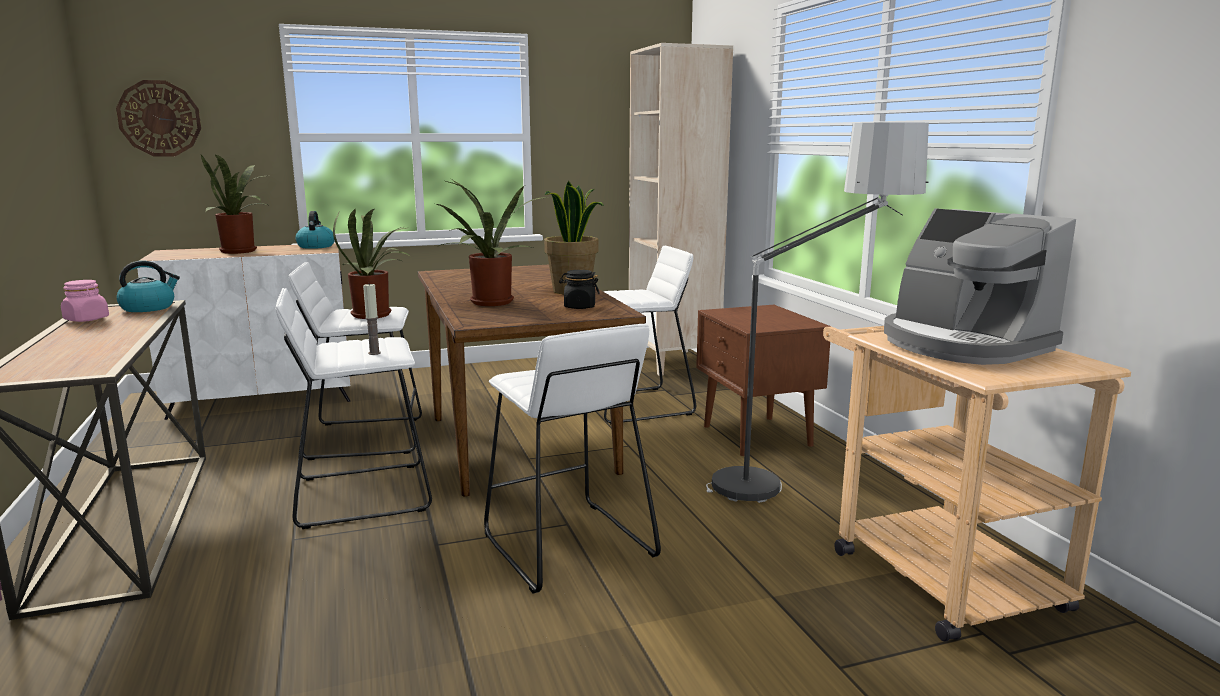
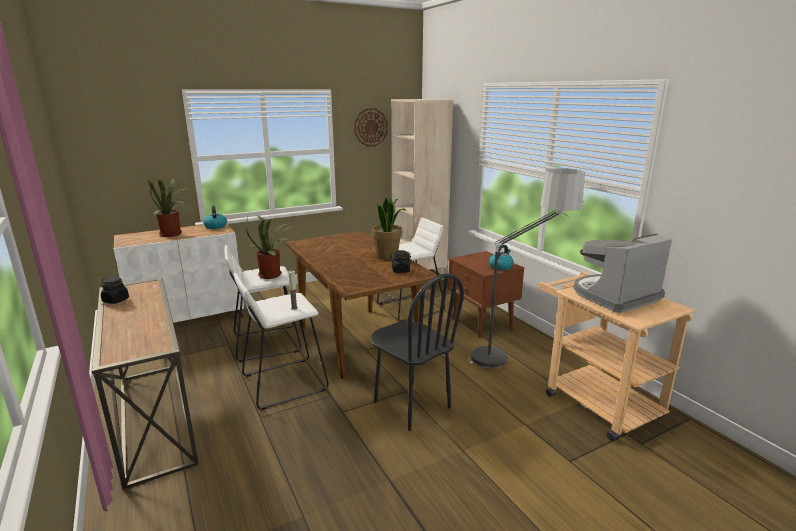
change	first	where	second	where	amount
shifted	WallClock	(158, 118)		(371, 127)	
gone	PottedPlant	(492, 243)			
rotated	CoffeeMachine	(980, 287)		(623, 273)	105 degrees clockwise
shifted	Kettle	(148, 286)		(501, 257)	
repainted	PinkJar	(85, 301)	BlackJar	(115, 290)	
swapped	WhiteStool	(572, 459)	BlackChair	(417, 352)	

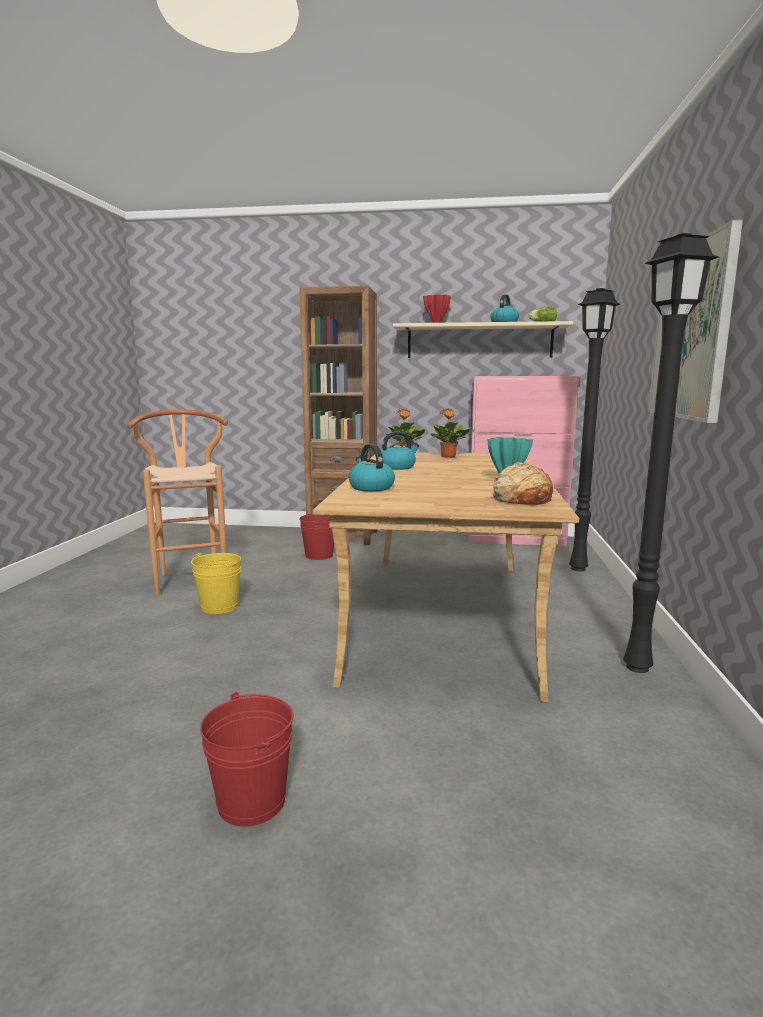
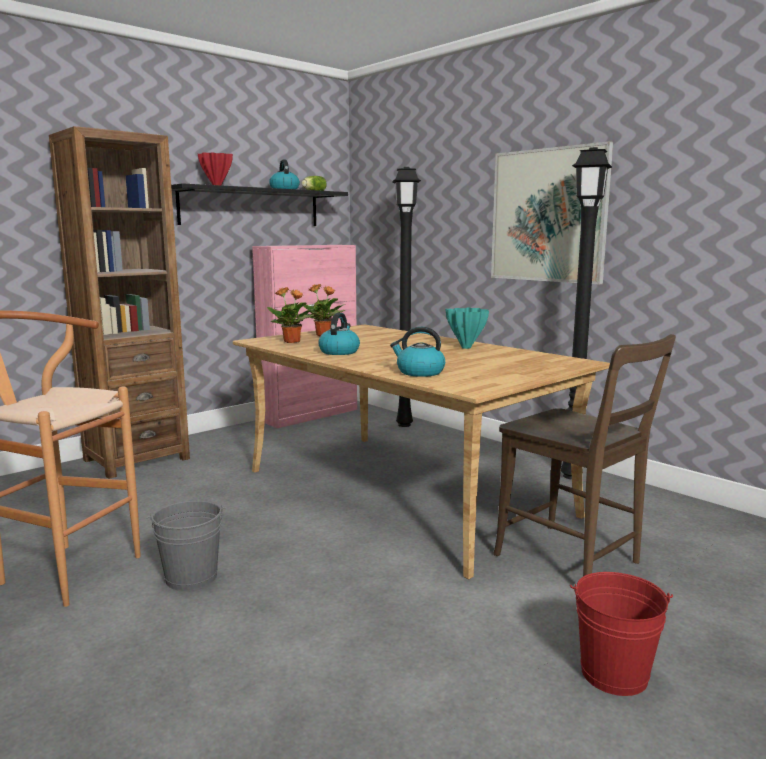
change	first	where	second	where	amount
repainted	BeigeShelf	(483, 339)	BlackShelf	(259, 204)	
gone	Bread	(523, 483)			
gone	RedBucket	(316, 537)			
repainted	YellowBucket	(216, 583)	GreyBucket	(186, 546)	
new			BrownChair	(584, 455)	

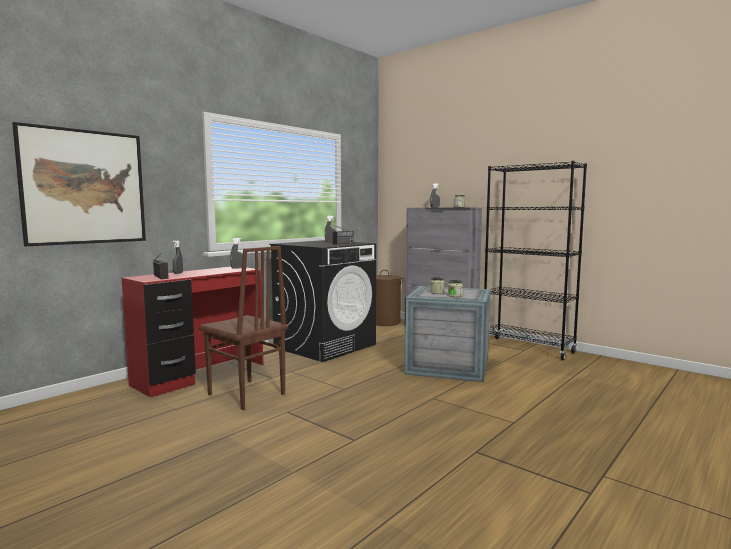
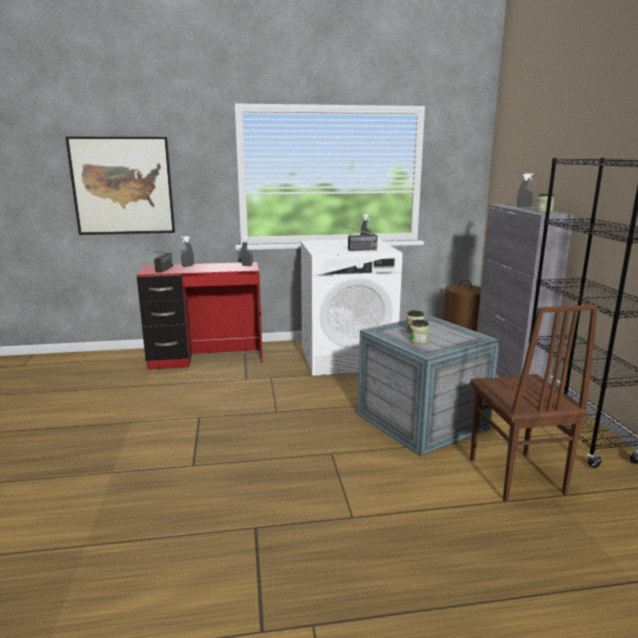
change	first	where	second	where	amount
repainted	BlackWashingMachine	(322, 301)	WhiteWashingMachine	(352, 307)	
shifted	BrownChair	(243, 328)		(534, 403)	

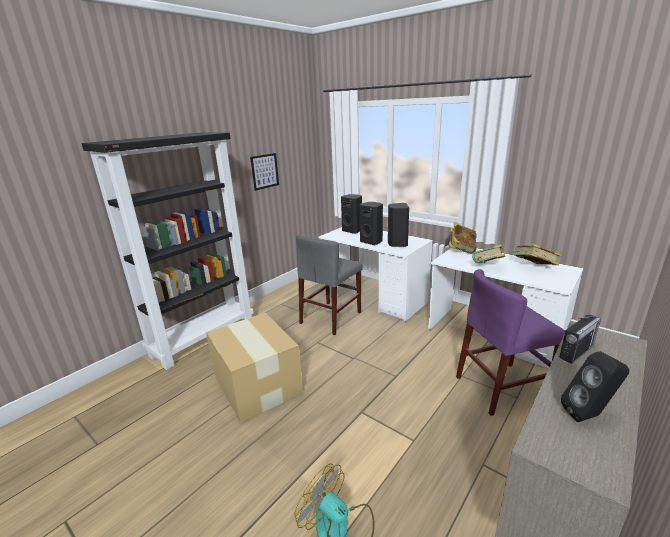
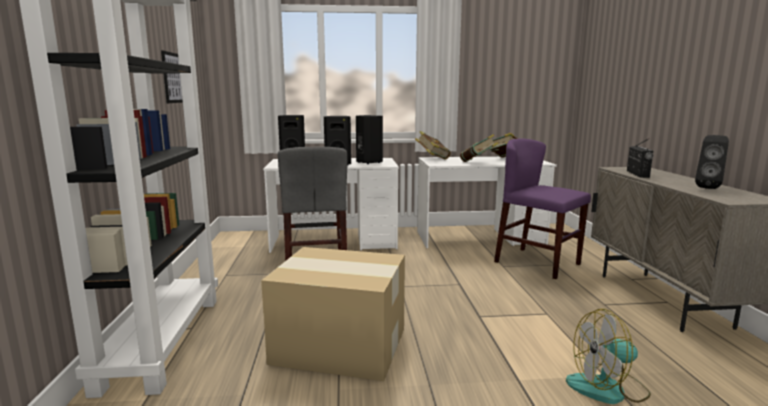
change	first	where	second	where	amount
rotated	PurpleChair	(510, 342)		(542, 209)	105 degrees clockwise

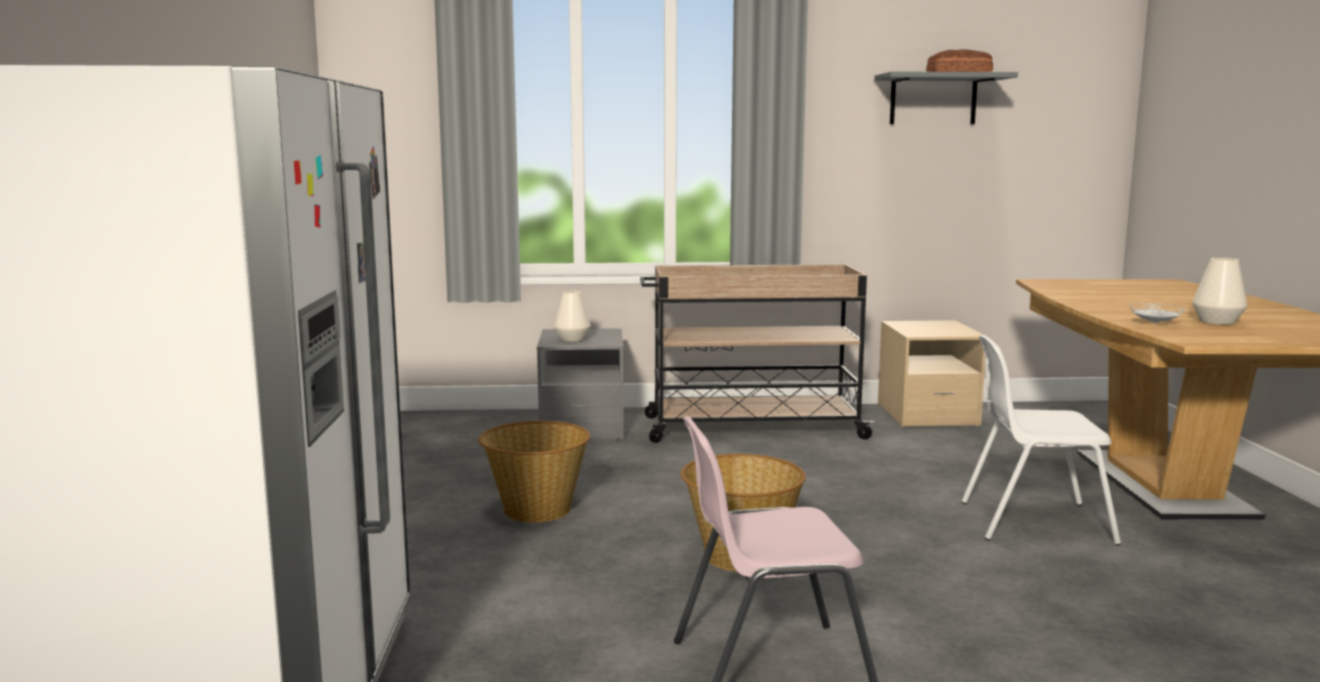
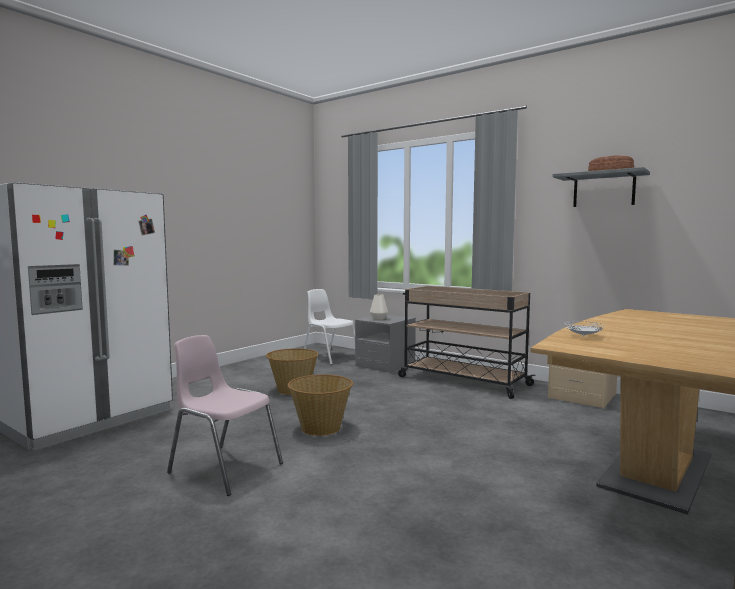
change	first	where	second	where	amount
gone	WhiteVase	(1219, 291)			
shifted	WhiteChair	(1041, 440)		(329, 327)	

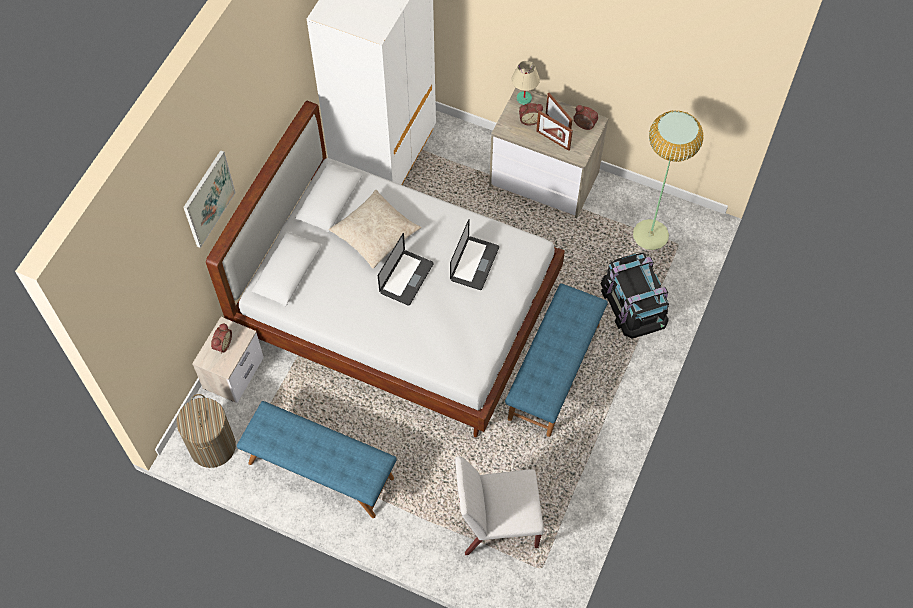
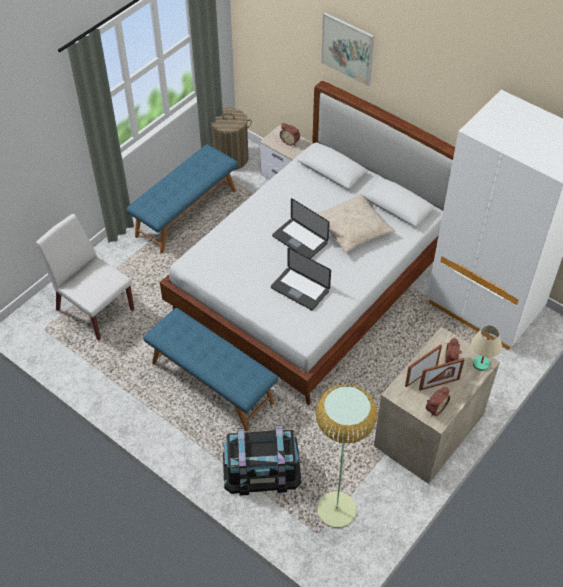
change	first	where	second	where	amount
rotated	WhiteChair	(499, 505)		(85, 277)	60 degrees counterclockwise

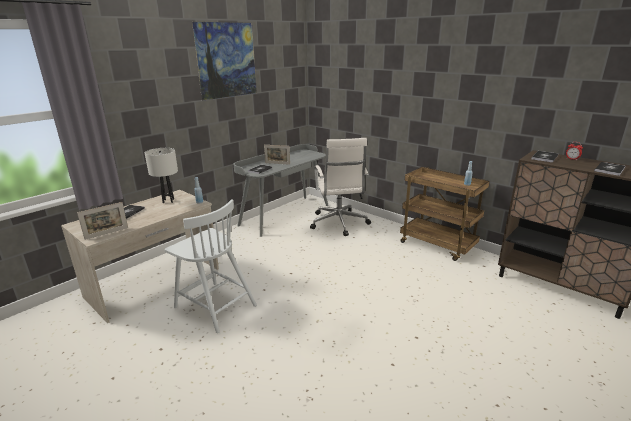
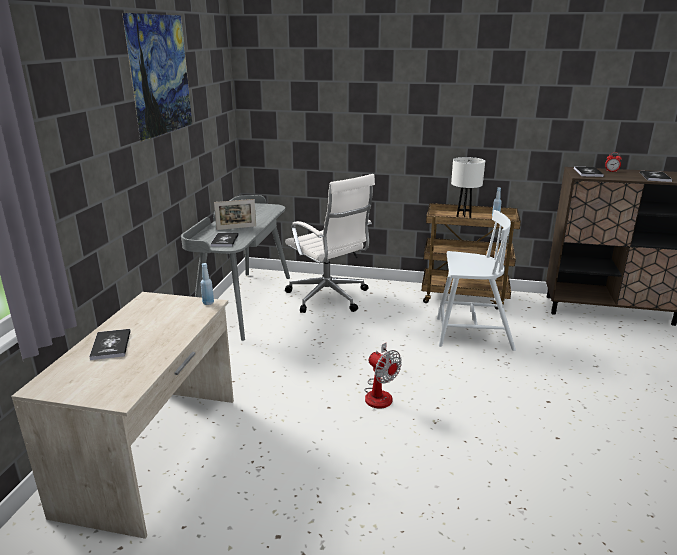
change	first	where	second	where	amount
shifted	WhiteTableLamp	(161, 175)		(468, 187)	
shifted	WhiteChair	(210, 266)		(476, 280)	
gone	PictureFrame	(102, 221)			
new			Fan	(383, 376)	

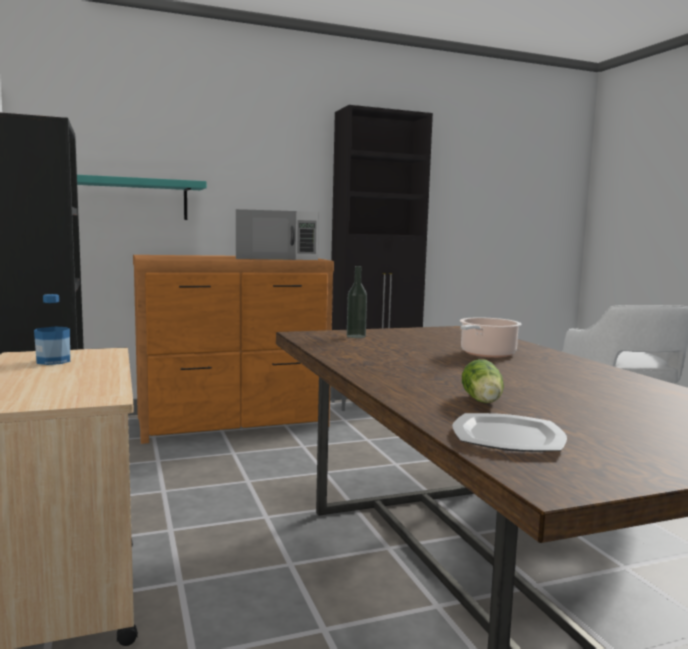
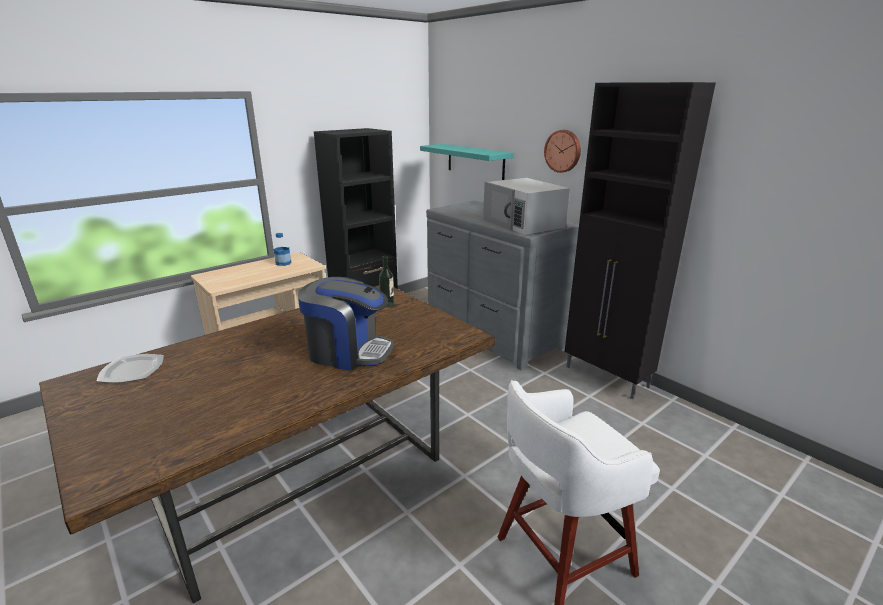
change	first	where	second	where	amount
repainted	BrownDresser	(233, 349)	GreyDresser	(502, 285)	
swapped	CookingPot	(491, 337)	CoffeeMachine	(346, 324)	
gone	Lettuce	(483, 381)			
new			WallClock	(562, 151)	

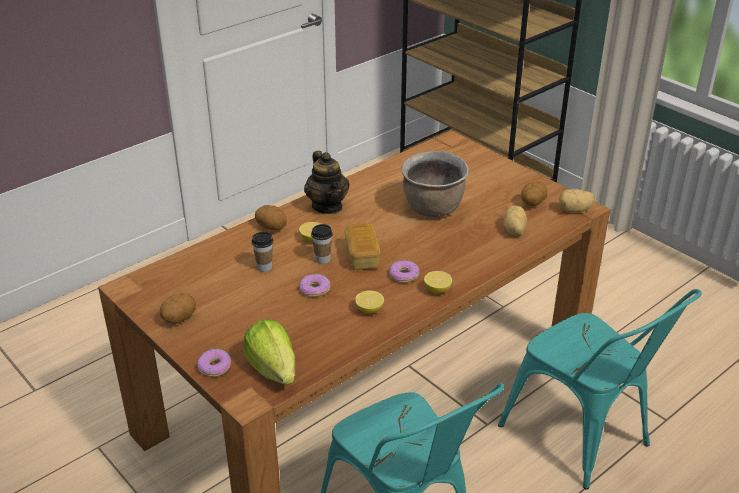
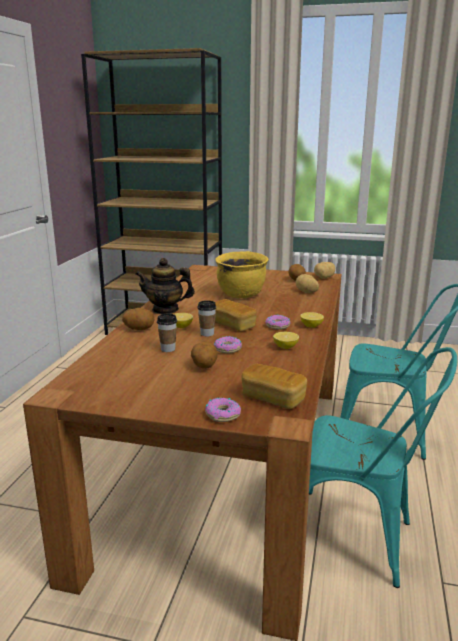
change	first	where	second	where	amount
rotated	Teapot	(326, 182)		(165, 286)	150 degrees clockwise
repainted	BrownCookingPot	(435, 184)	YellowCookingPot	(242, 274)	
shifted	Potato	(178, 308)		(204, 355)	
swapped	Lettuce	(269, 352)	Bread	(274, 386)	

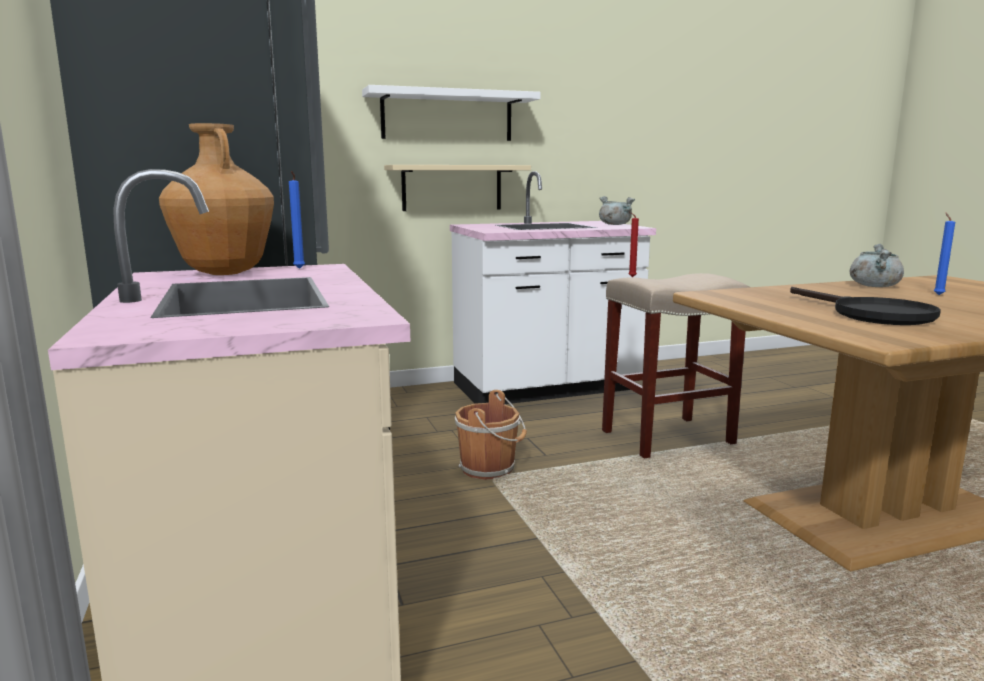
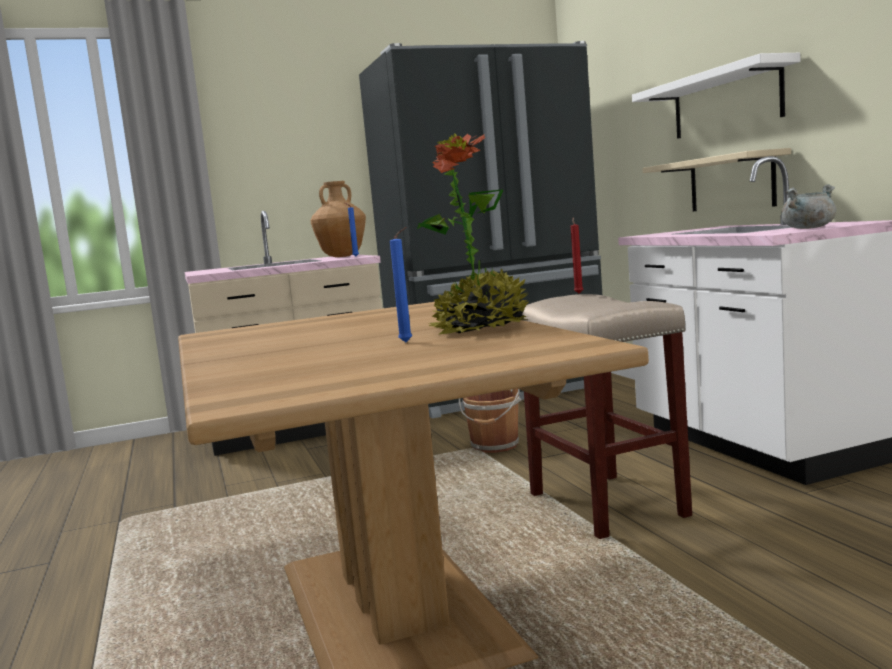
change	first	where	second	where	amount
swapped	GreyCookingPot	(877, 265)	PottedPlant	(473, 234)	
gone	BlackFryingPan	(865, 306)			

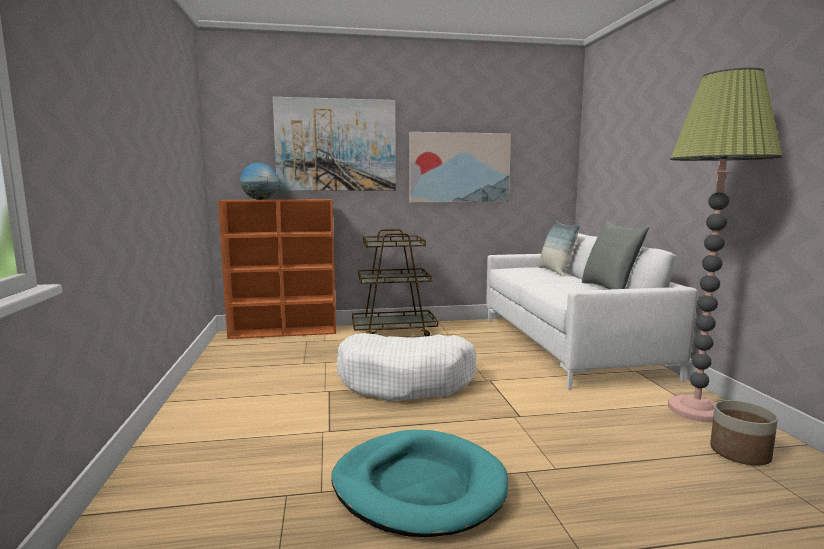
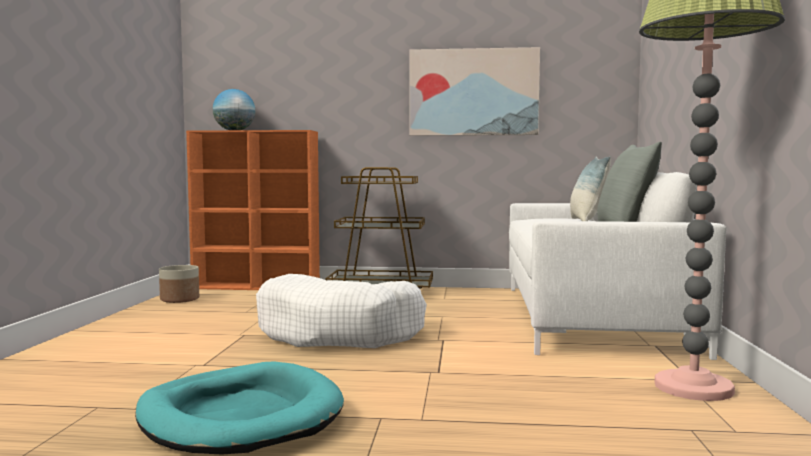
change	first	where	second	where	amount
gone	Picture	(334, 144)			
shifted	Planter	(744, 433)		(179, 284)	

